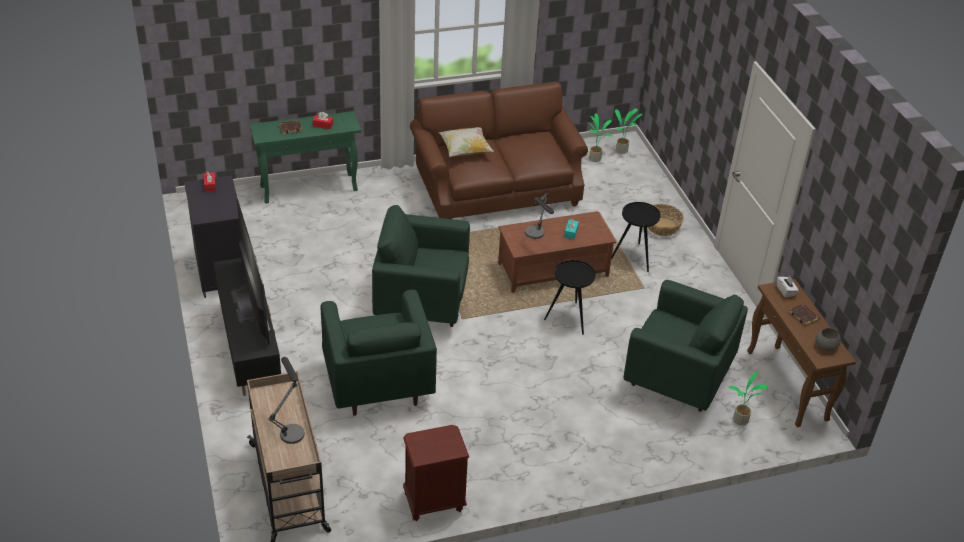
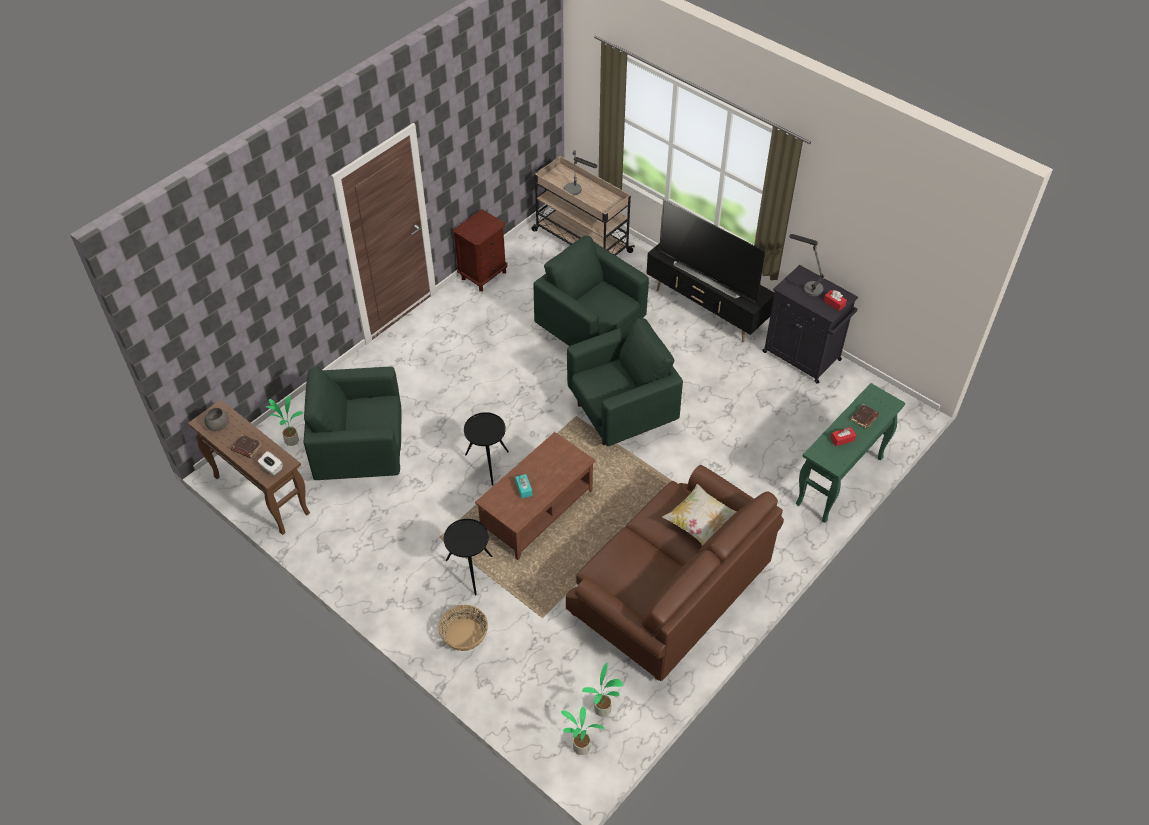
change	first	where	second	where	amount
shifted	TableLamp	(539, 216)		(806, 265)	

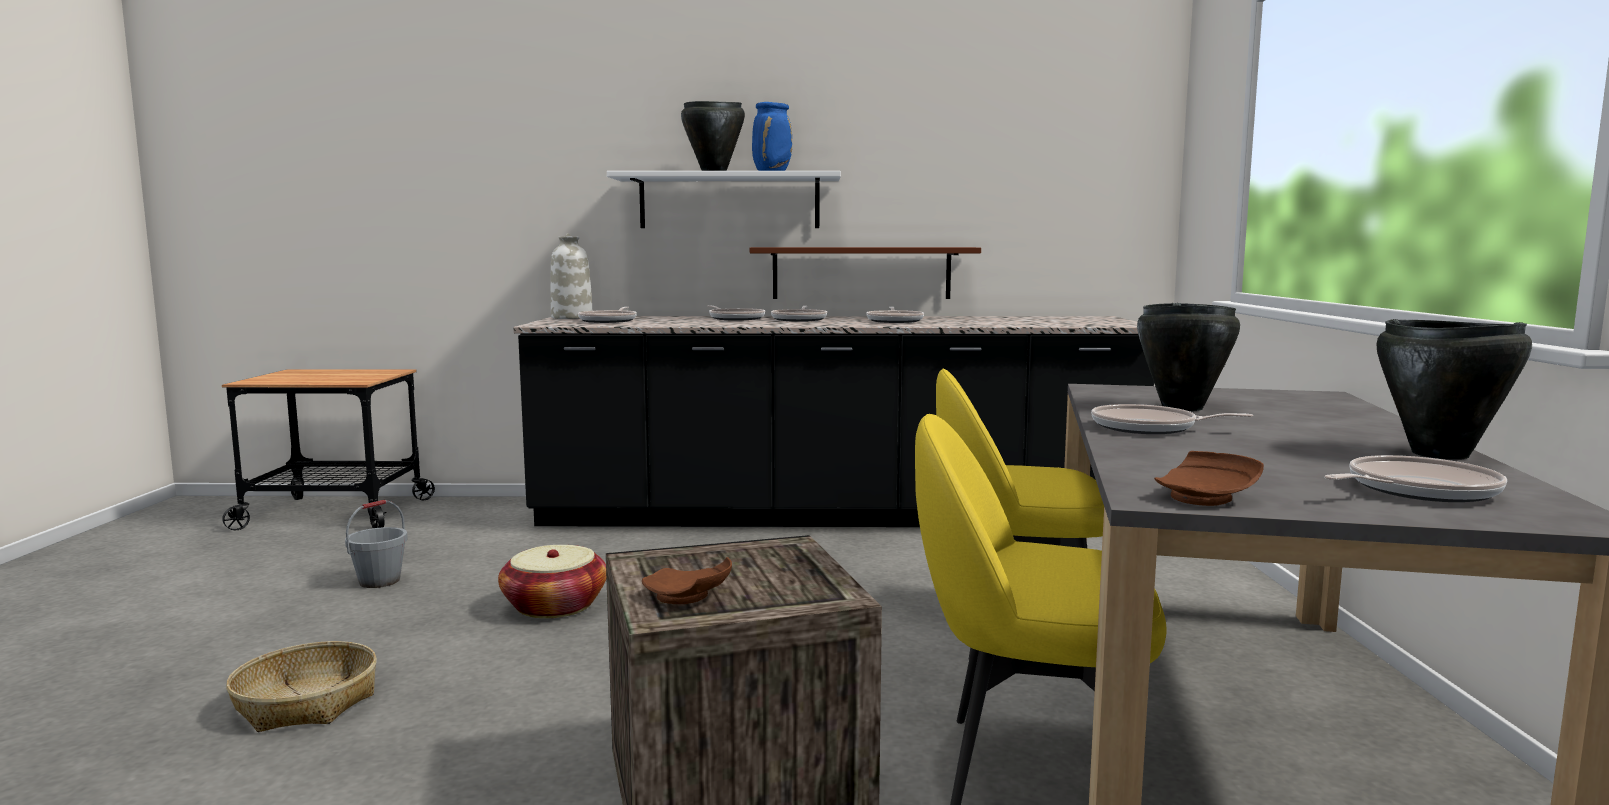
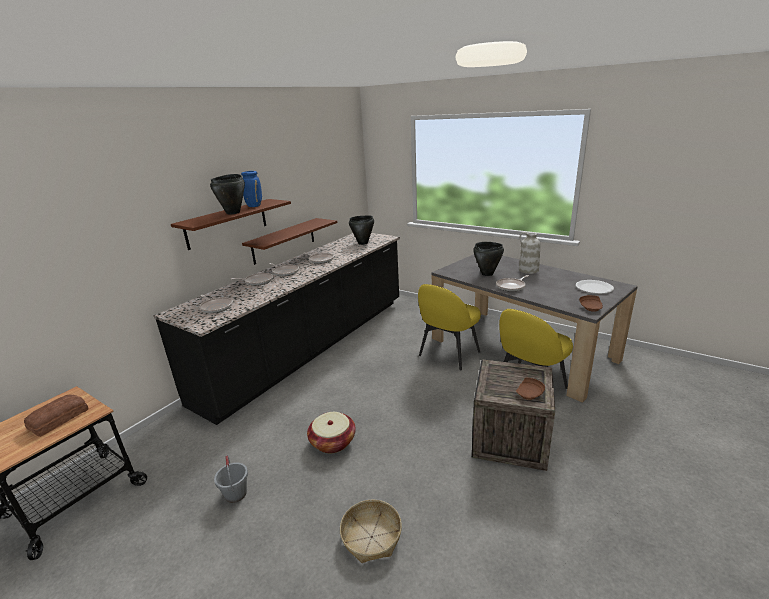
change	first	where	second	where	amount
repainted	WhiteShelf	(724, 199)	BrownShelf	(231, 224)	
shifted	WhiteVase	(571, 276)		(529, 253)	
shifted	BlackCookingPot	(1454, 389)		(361, 230)	
swapped	FryingPan	(1415, 478)	WhitePlate	(595, 287)	
new			Bread	(56, 416)	

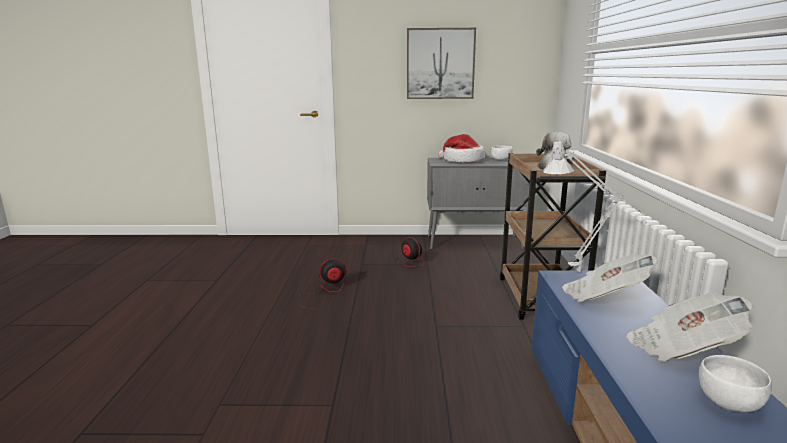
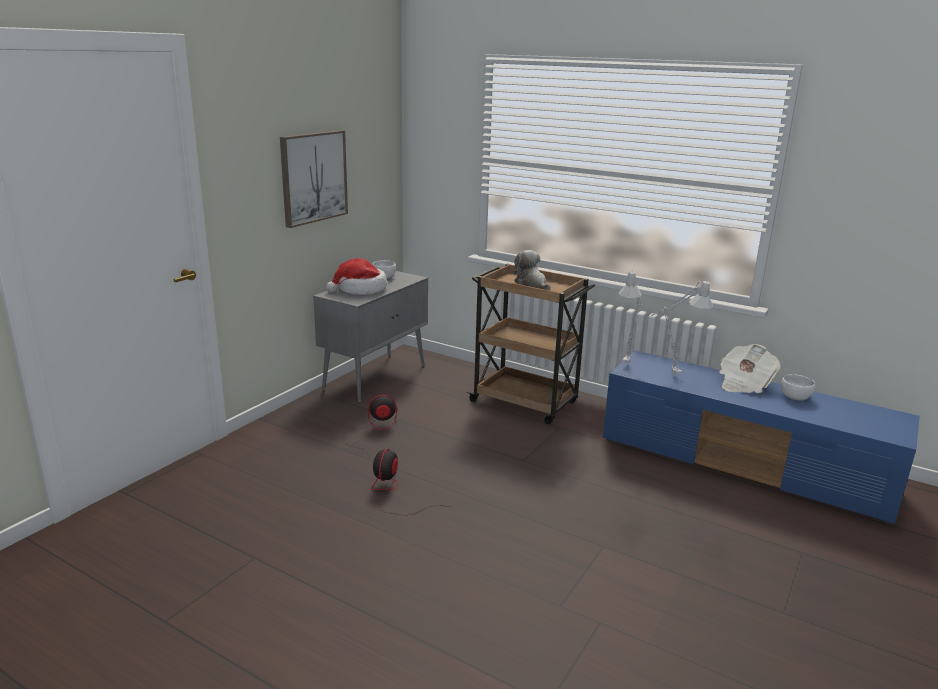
change	first	where	second	where	amount
swapped	Newspaper	(610, 277)	GreyTableLamp	(682, 327)	

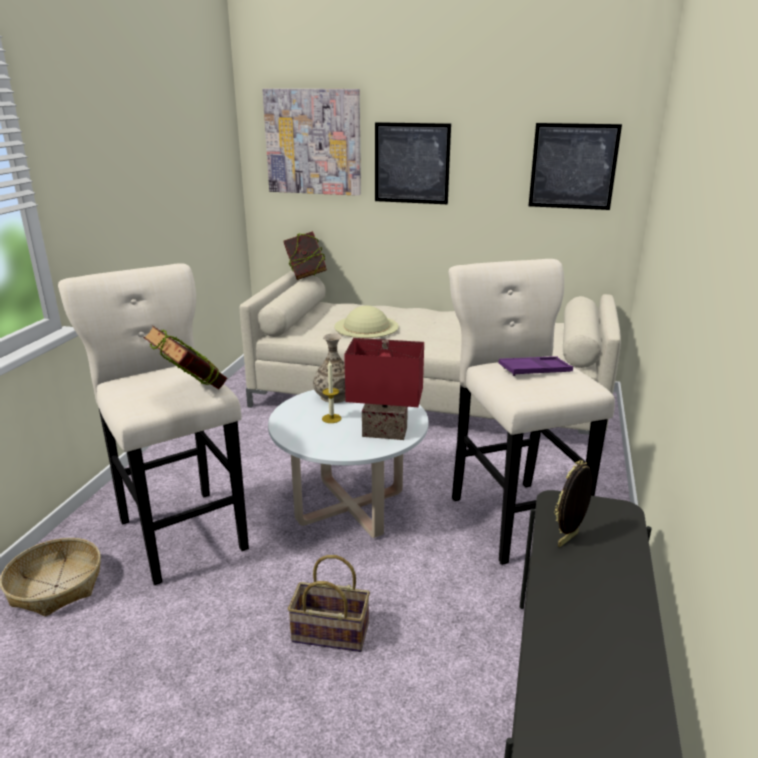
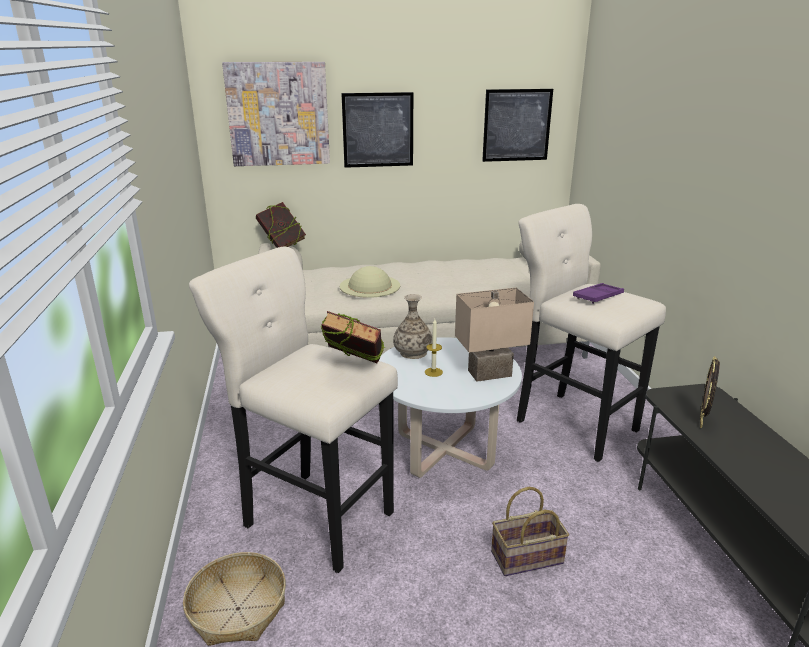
change	first	where	second	where	amount
repainted	RedTableLamp	(384, 389)	BeigeTableLamp	(494, 334)	

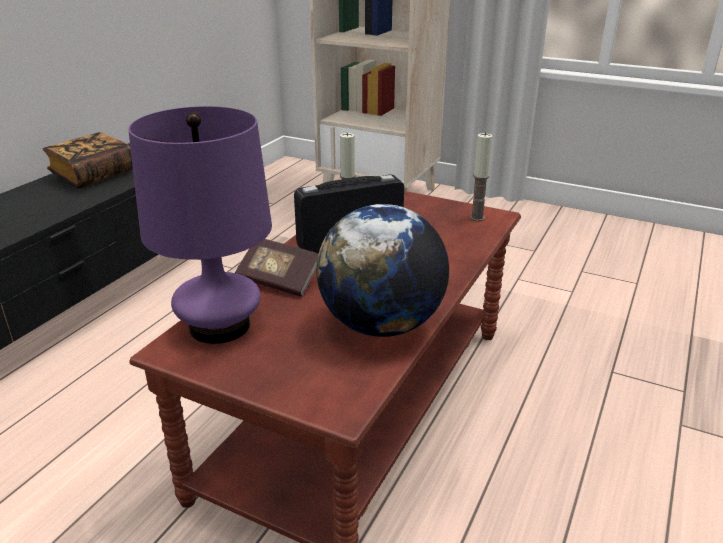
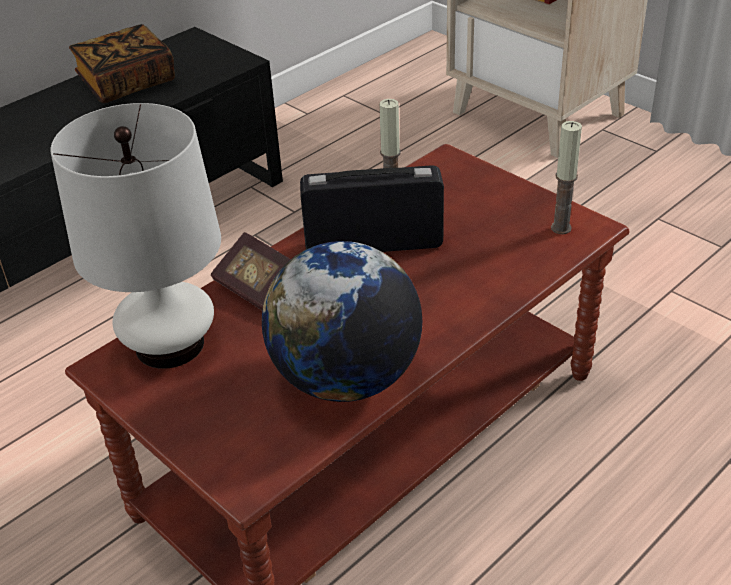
change	first	where	second	where	amount
repainted	PurpleTableLamp	(200, 225)	WhiteTableLamp	(136, 236)	

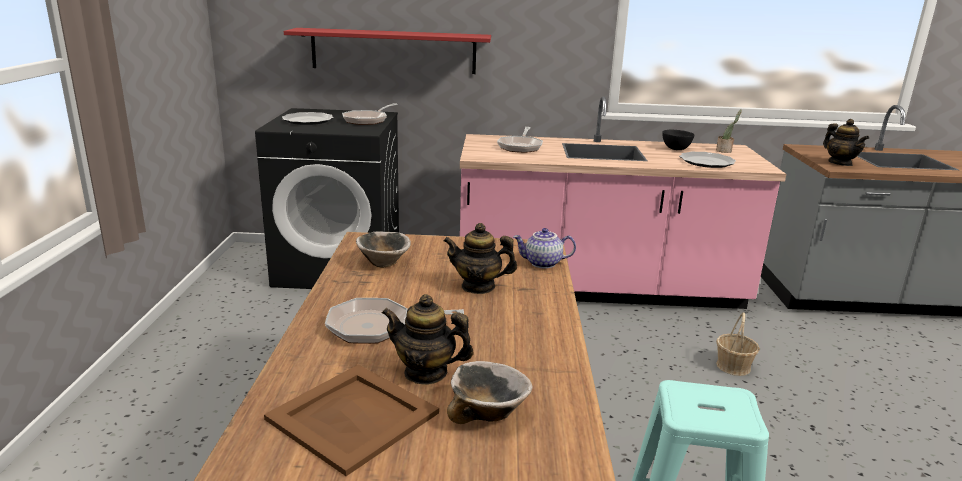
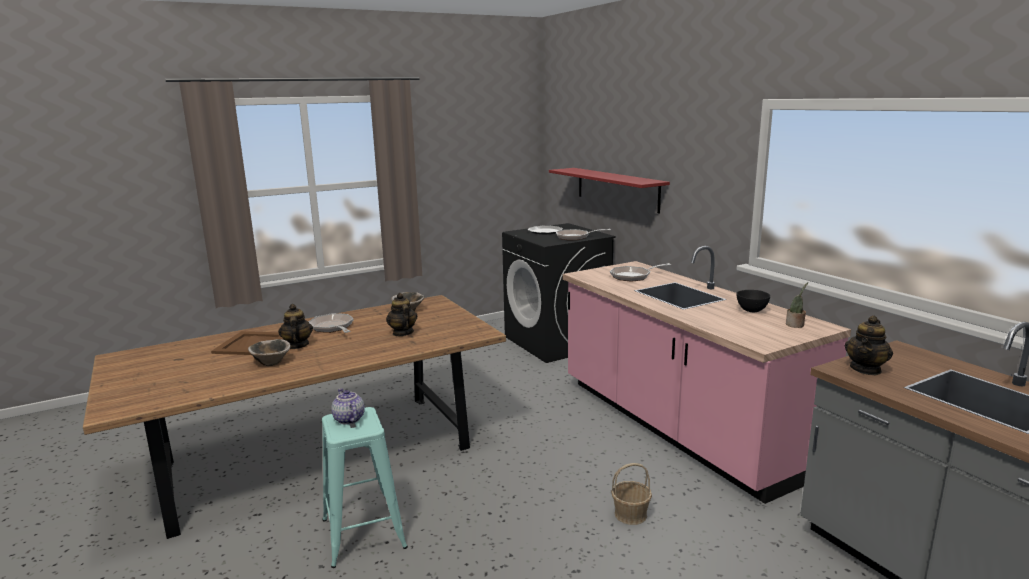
change	first	where	second	where	amount
gone	Plate	(707, 160)			
shifted	Teapot	(544, 248)		(348, 406)	

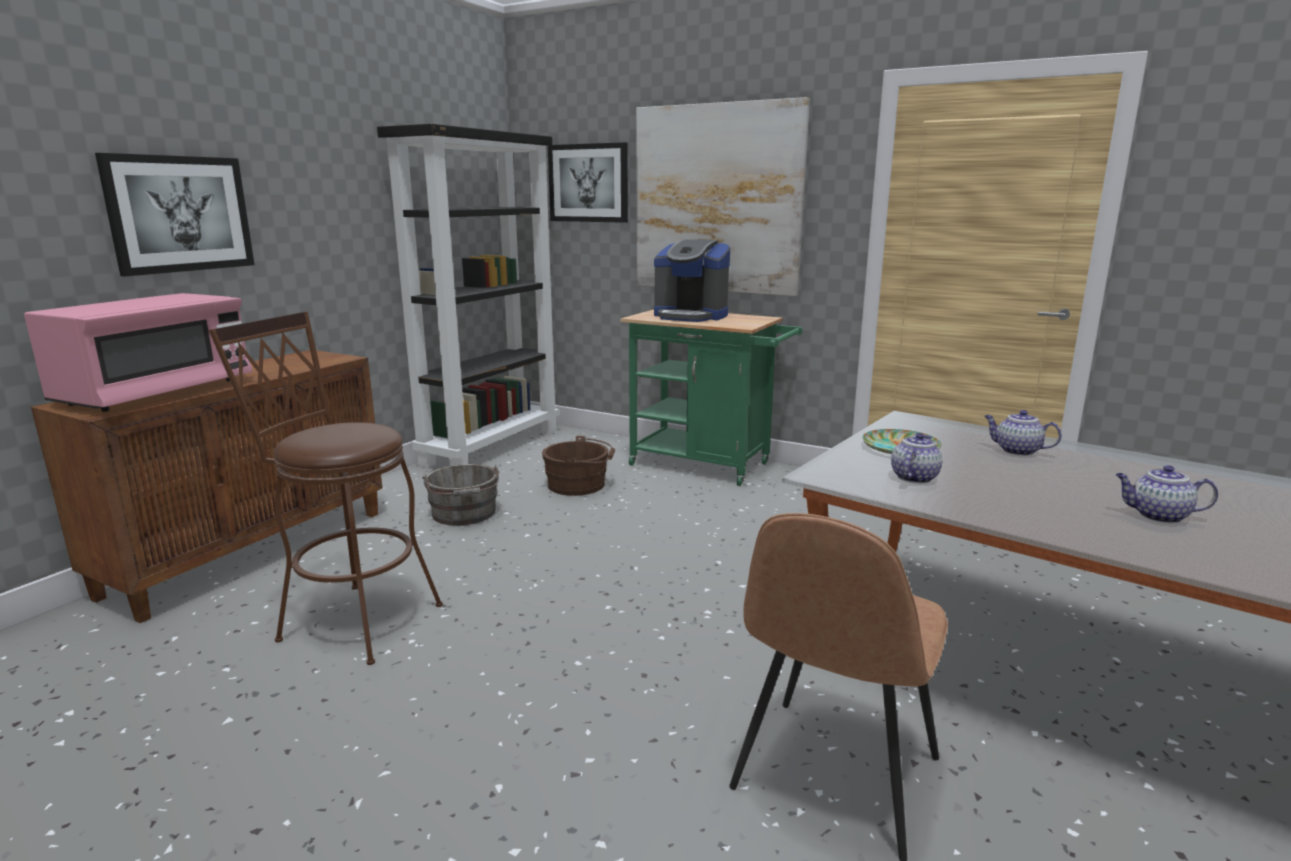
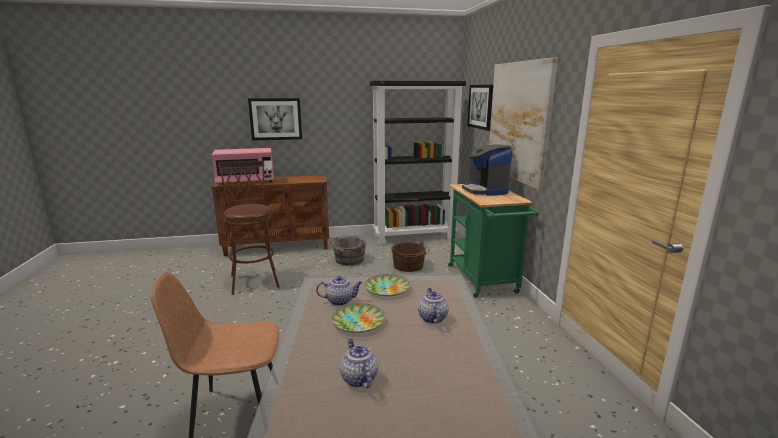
change	first	where	second	where	amount
new			Plate	(358, 318)	

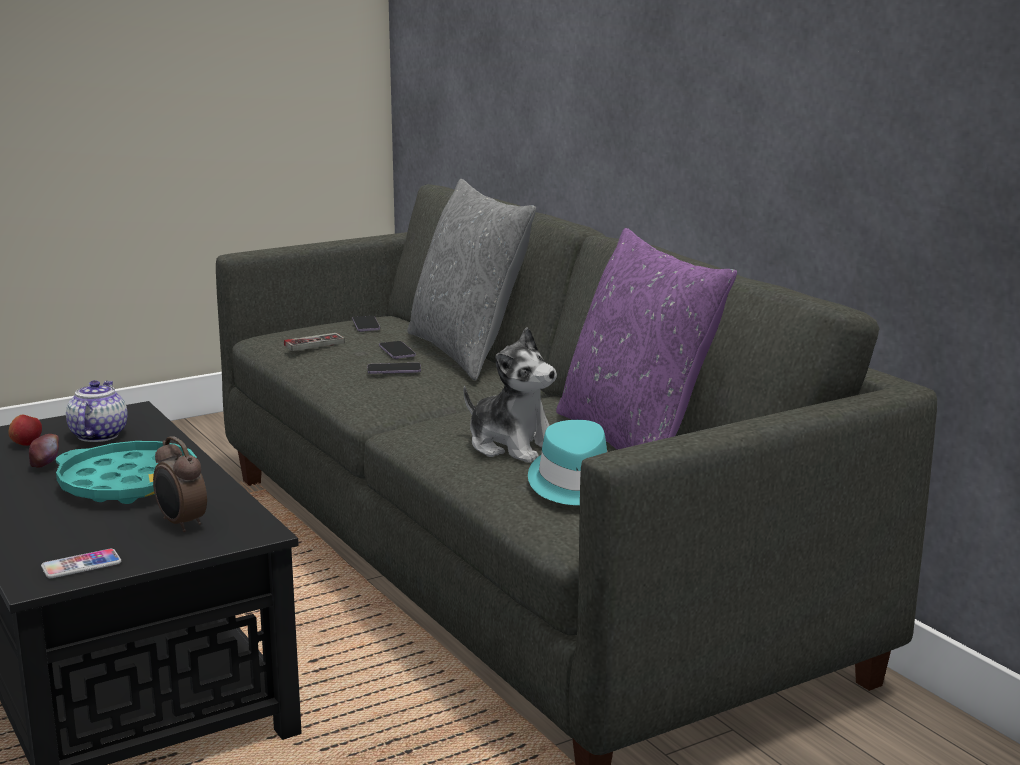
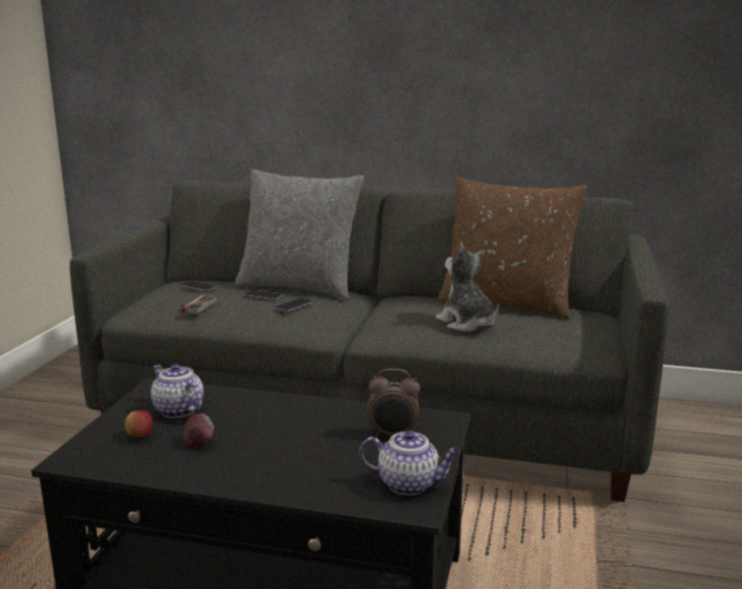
change	first	where	second	where	amount
repainted	PurplePillow	(646, 339)	BrownPillow	(512, 248)	
rotated	PlushToy	(510, 395)		(467, 287)	120 degrees counterclockwise
gone	TurquoiseHat	(567, 462)			
gone	TurquoiseTray	(126, 472)			
swapped	Phone	(81, 563)	Teapot	(409, 462)	

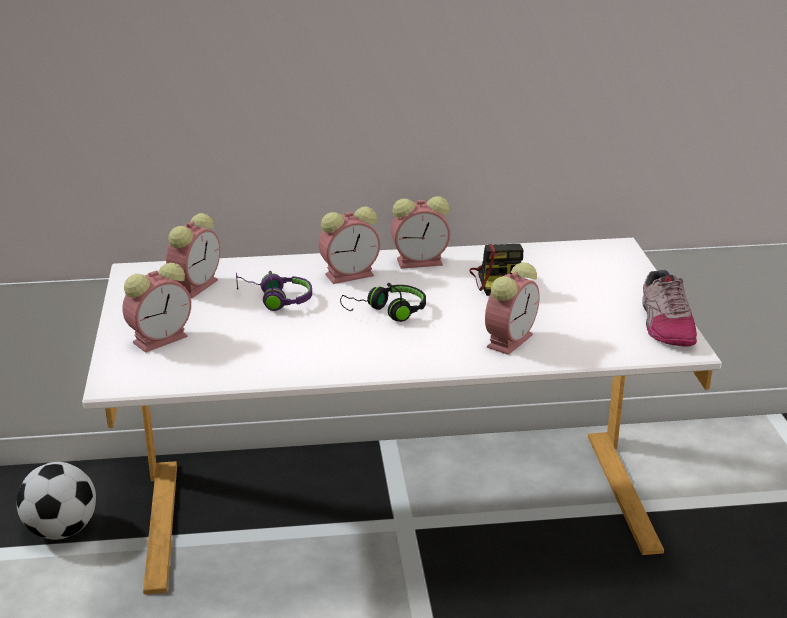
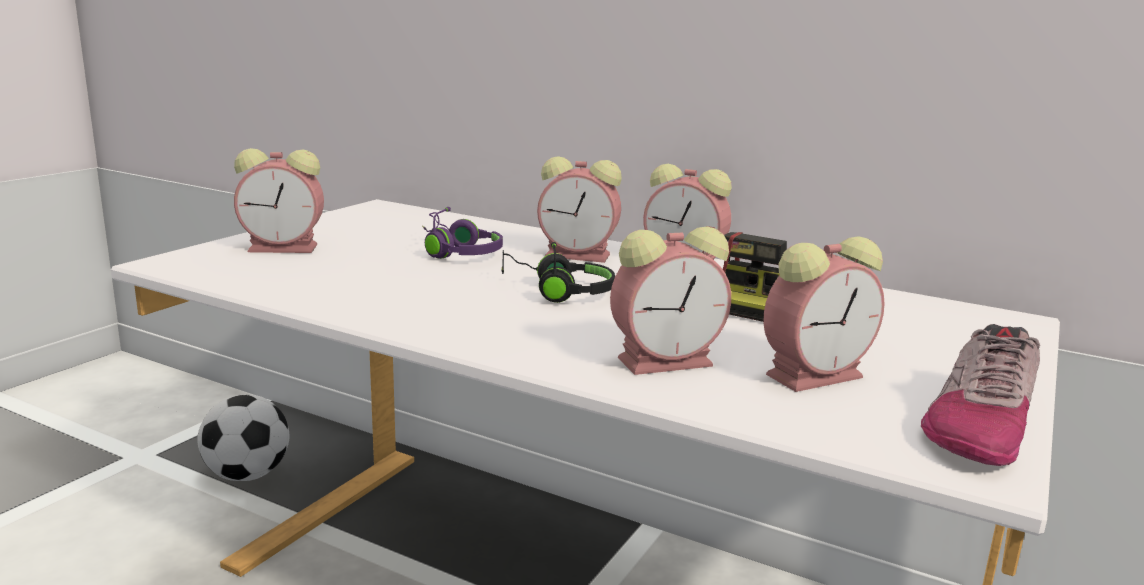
change	first	where	second	where	amount
shifted	AlarmClock	(193, 255)		(824, 314)	

